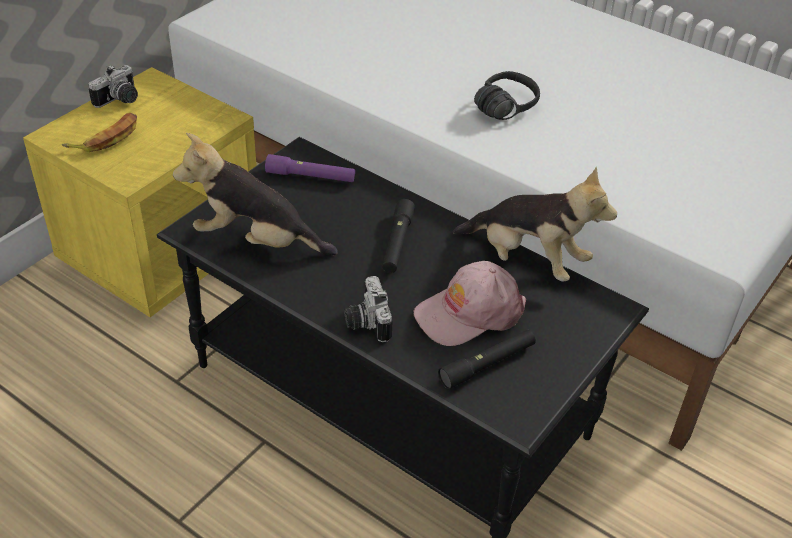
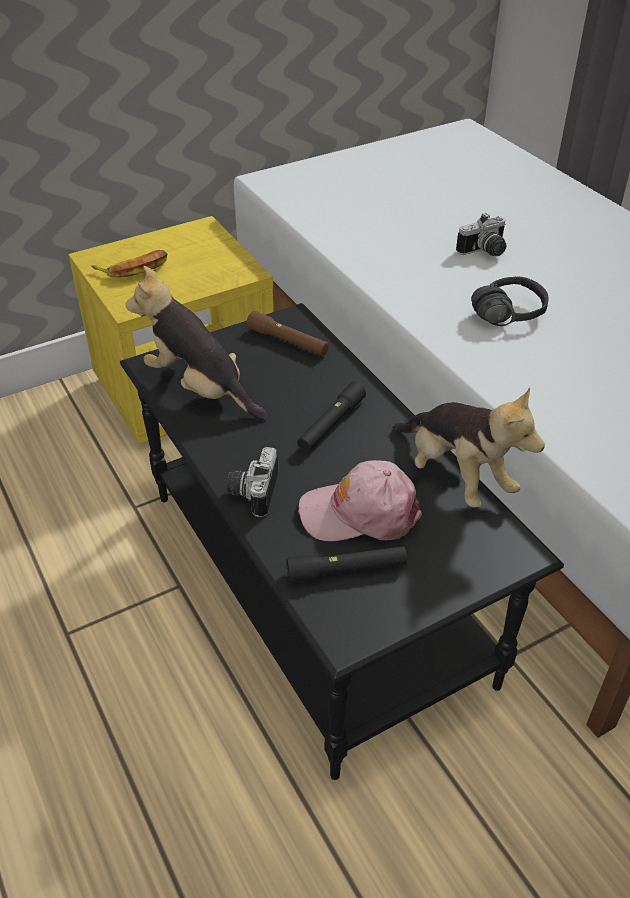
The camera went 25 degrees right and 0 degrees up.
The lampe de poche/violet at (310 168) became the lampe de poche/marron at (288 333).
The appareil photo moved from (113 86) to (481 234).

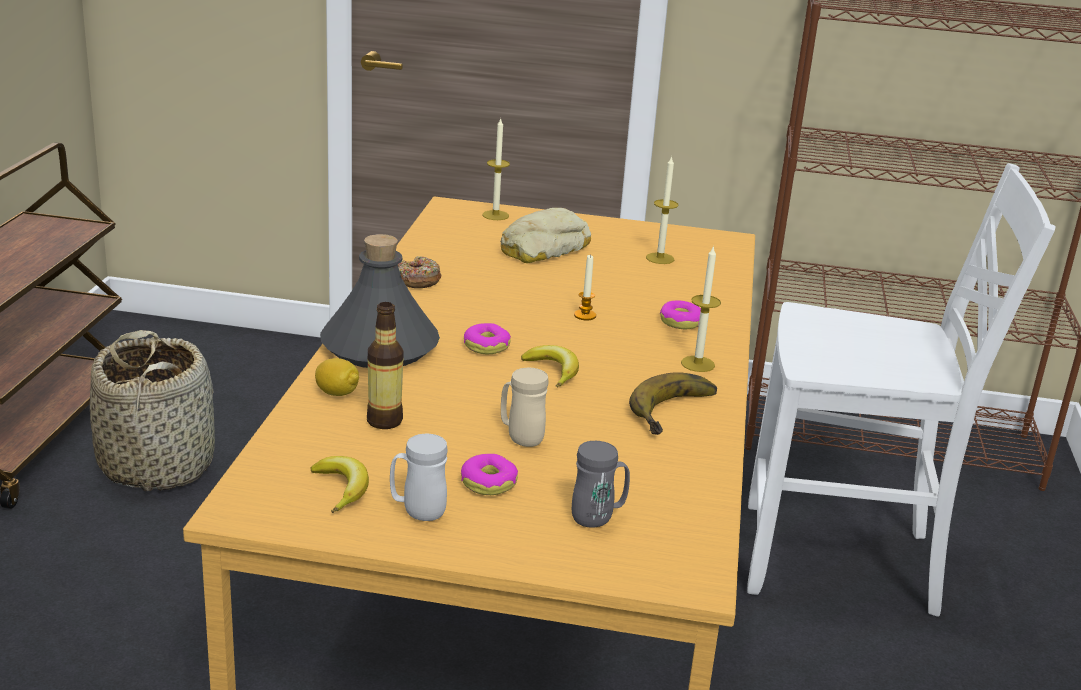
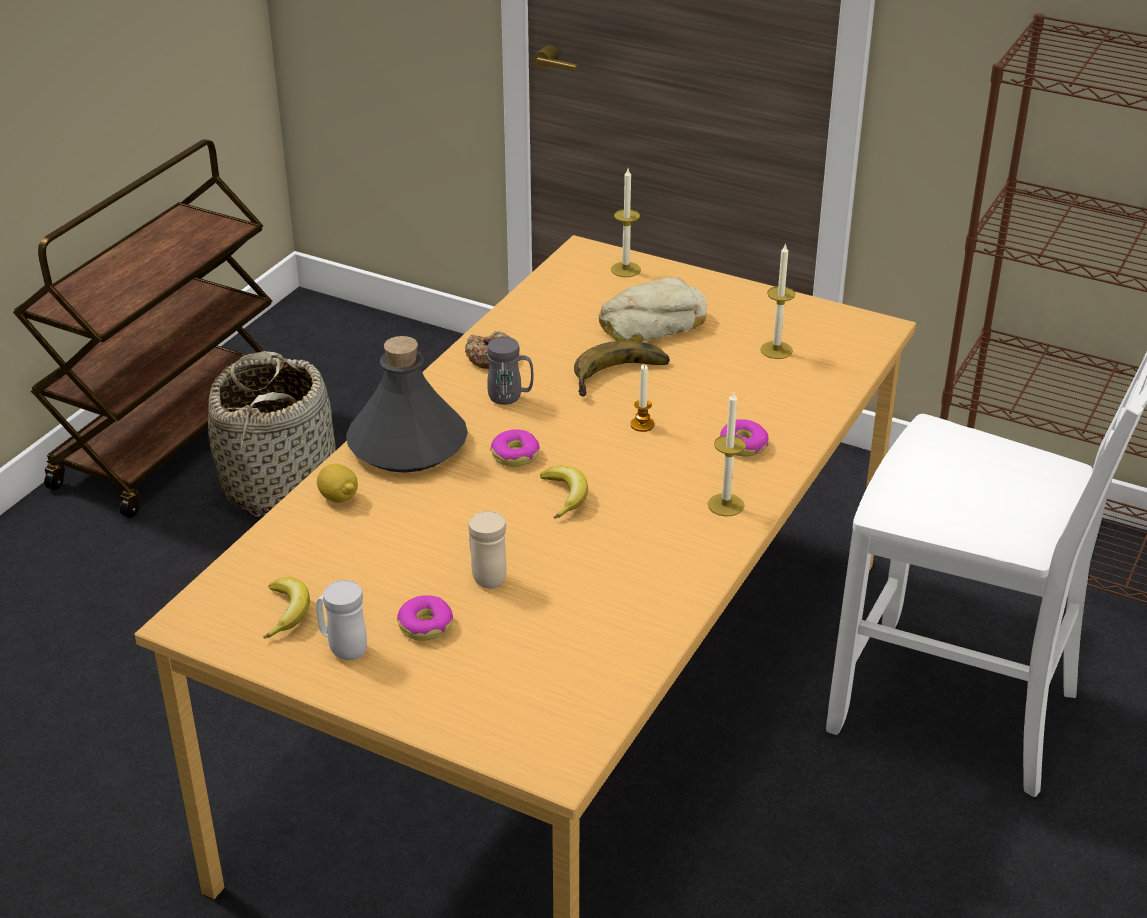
The camera went 20 degrees right and 10 degrees up.
The mug/gris moved from (601 484) to (510 371).
The banane moved from (673 403) to (622 368).
The bouteille at (385 365) disappeared.

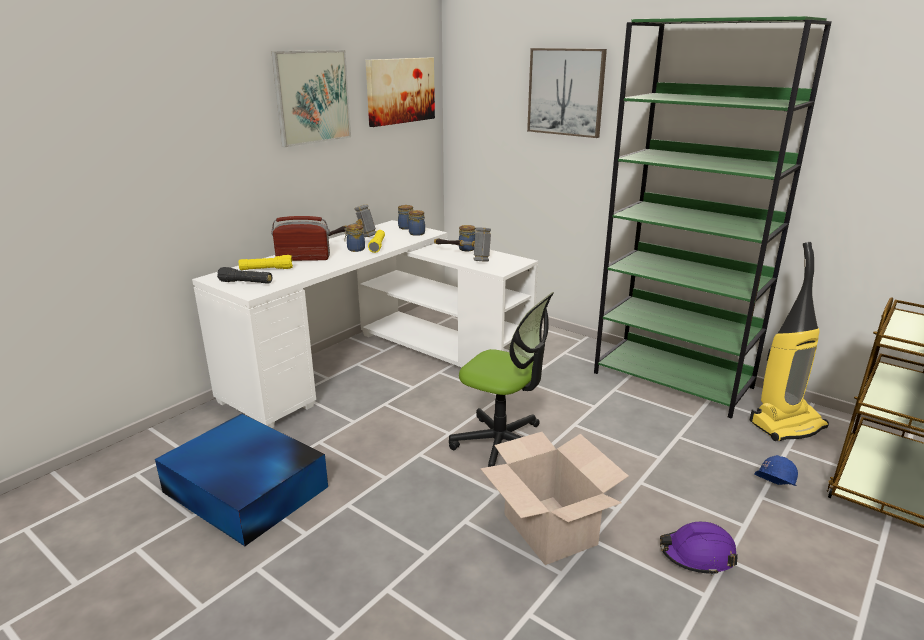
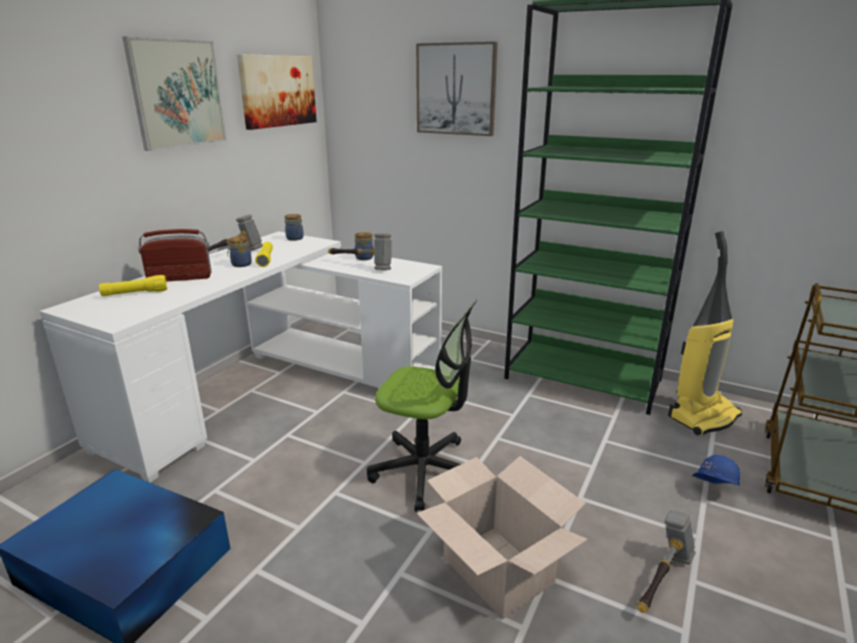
The camera went 10 degrees left and 0 degrees up.
The casque de chantier/violet at (699 549) was replaced by the marteau at (667 561).
The lampe de poche/noir at (244 275) disappeared.
The bocal at (417 223) disappeared.

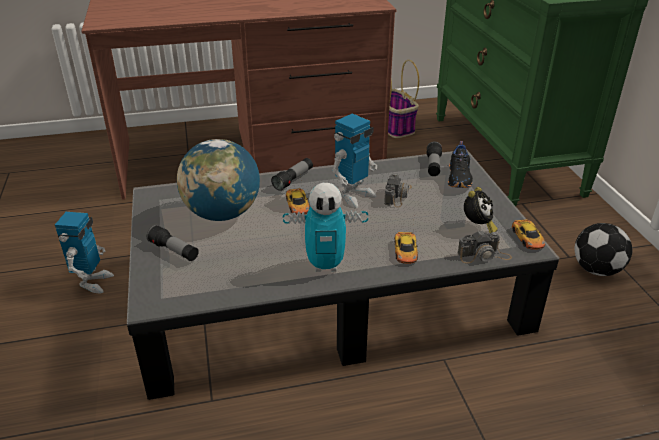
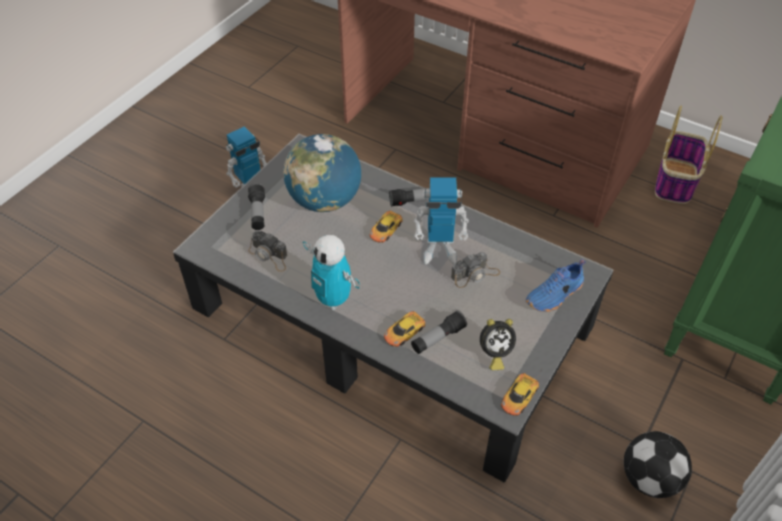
The camera went 45 degrees right and 15 degrees up.
The appareil photo moved from (484 246) to (268 251).
The lampe de poche moved from (434 159) to (439 332).
The chaussure/noir at (460 164) became the chaussure/bleu at (555 285).

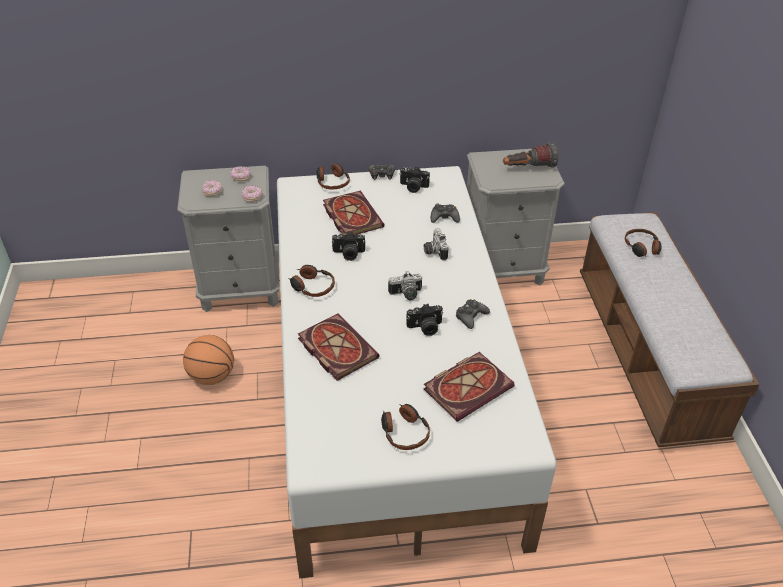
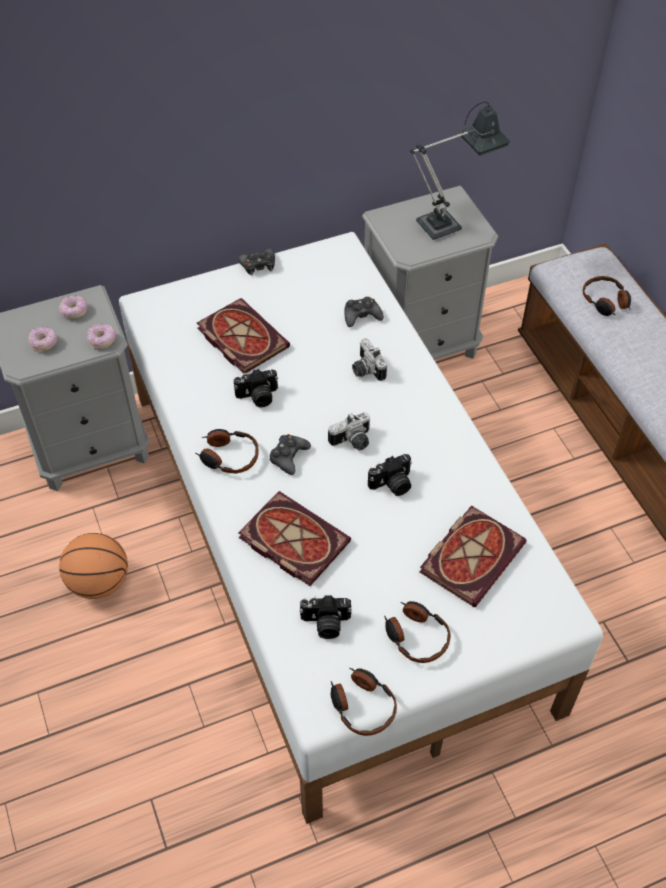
The camera went 15 degrees left and 10 degrees up.
The manette/noir moved from (473 314) to (290 454).
The appareil photo moved from (415 179) to (325 617).
The casque audio moved from (333 176) to (364 702).
The lampe de poche at (531 155) was replaced by the lampe de table at (460 171).

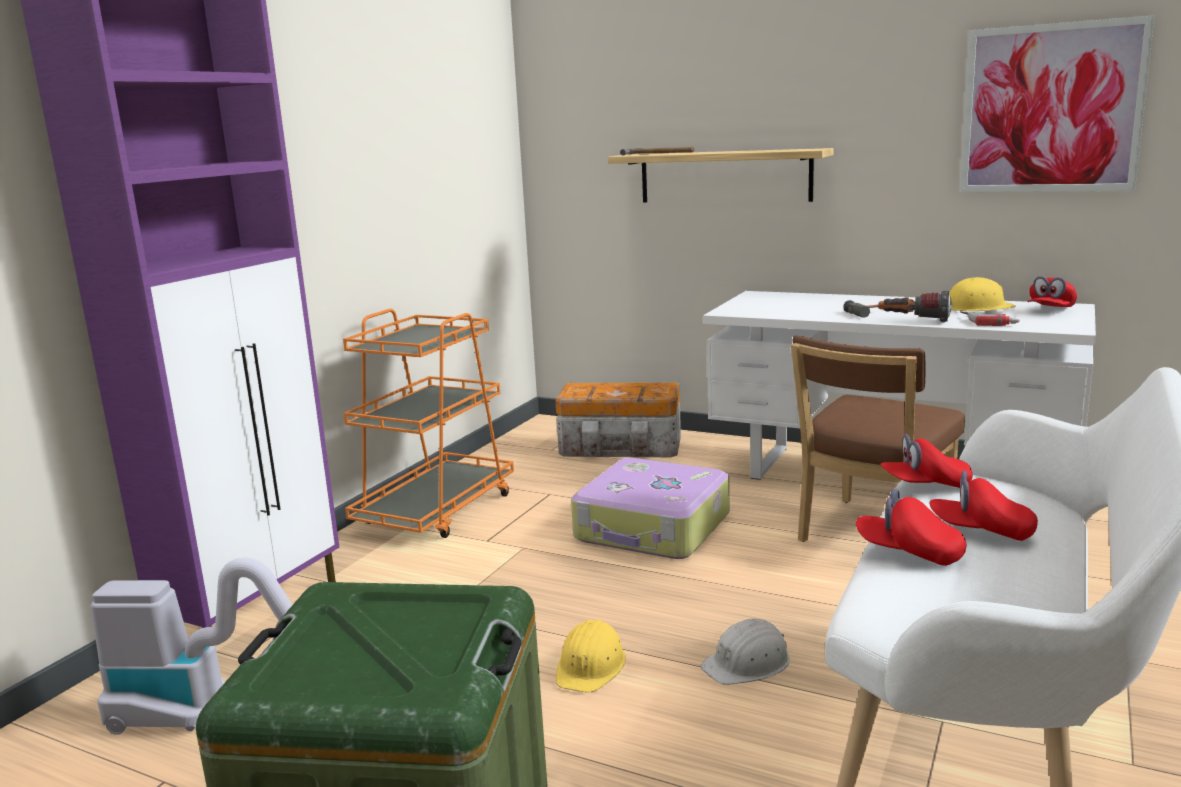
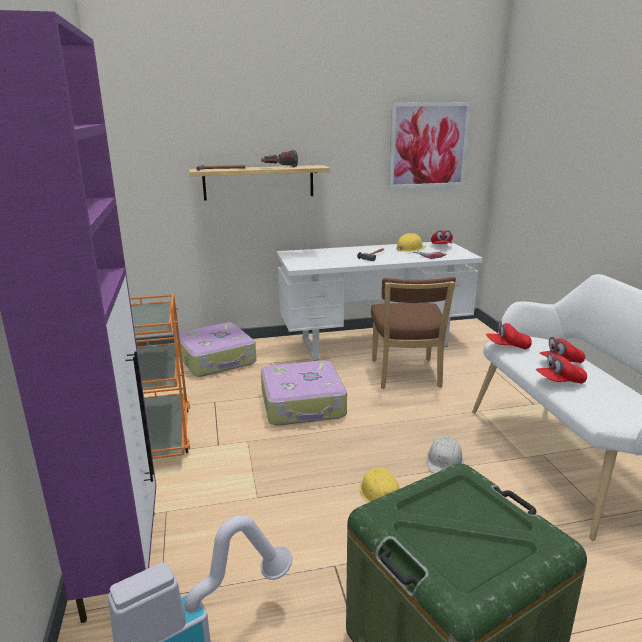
The camera went 40 degrees left and 5 degrees up.
The boîte de rangement at (618 419) was replaced by the valise at (216 349).
The lampe de poche moved from (915 306) to (279 158).
The casquette/rouge at (926 461) turned 45 degrees clockwise.

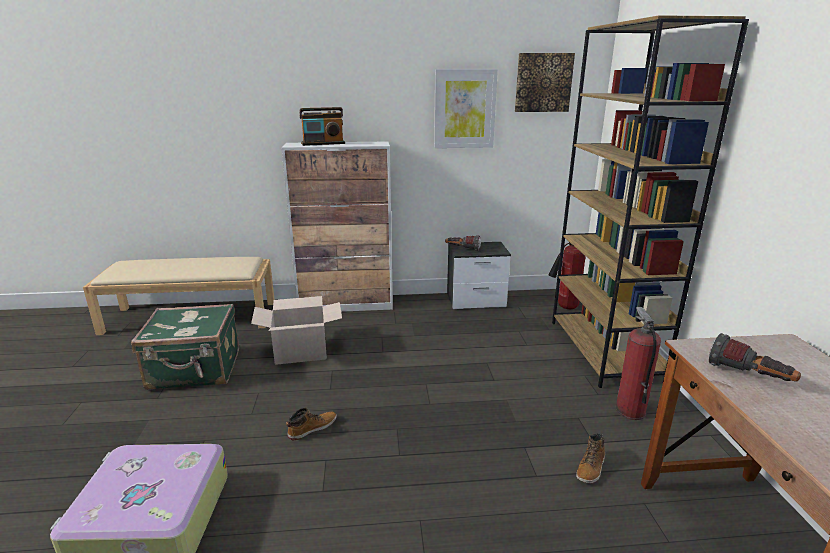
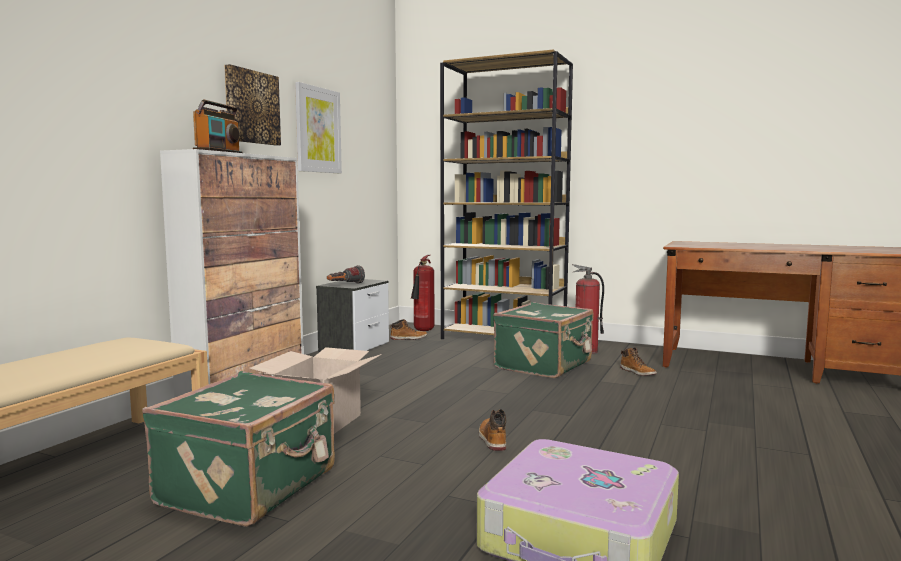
The camera went 60 degrees left and 15 degrees down.
The tableau moved from (545 82) to (252 105).
The botte at (409 329) appeared.
The valise/vert at (543 340) appeared.
The lampe de poche at (755 357) disappeared.

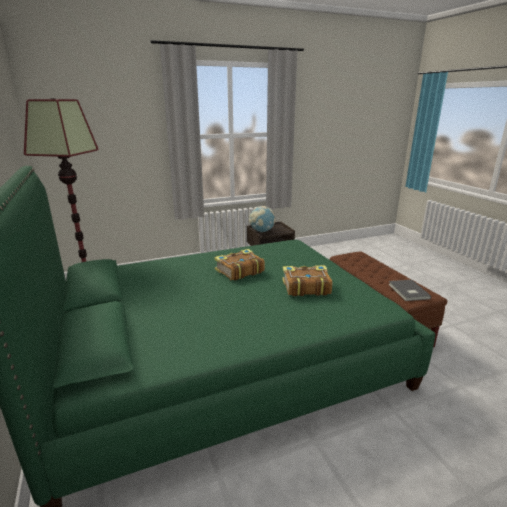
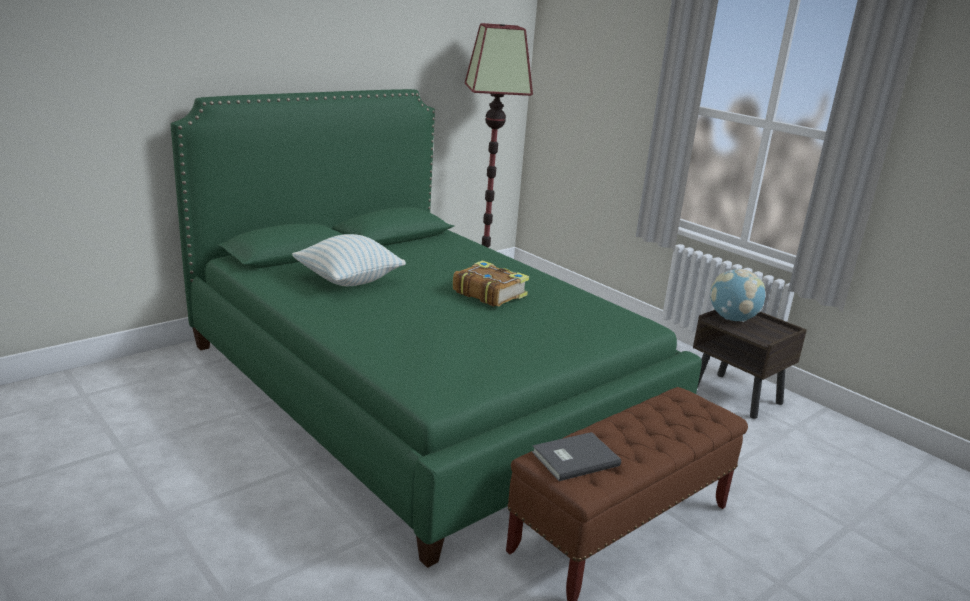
The camera went 70 degrees right and 0 degrees up.
The coussin at (349 260) appeared.
The livre at (307 280) disappeared.

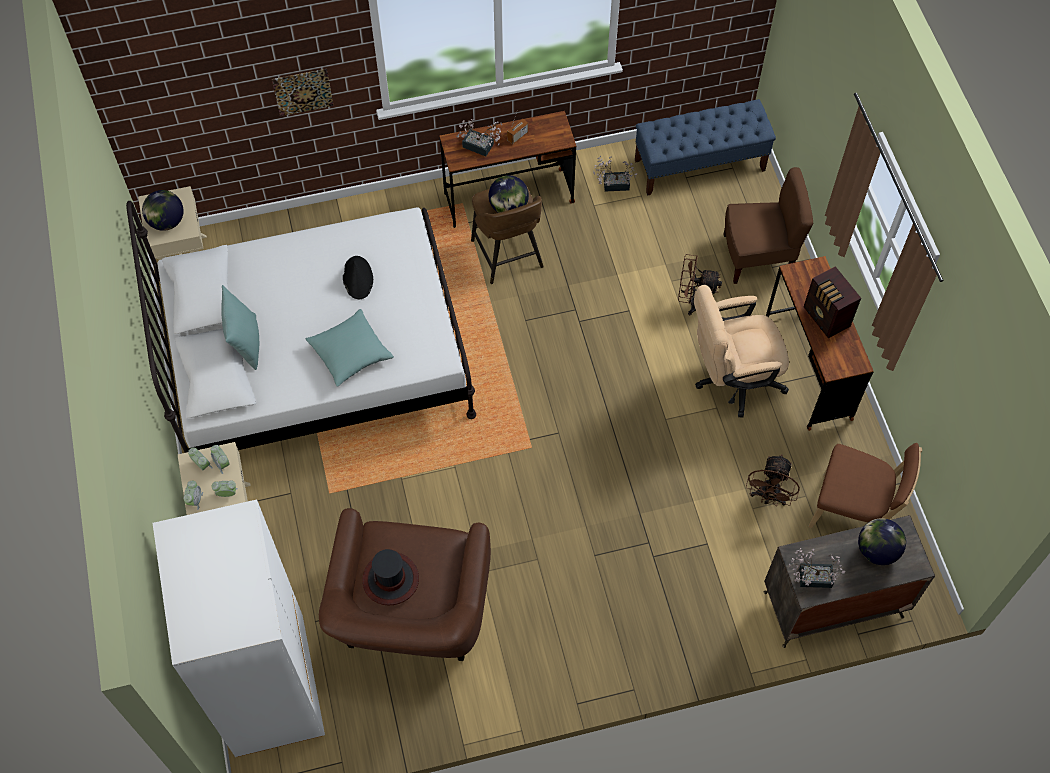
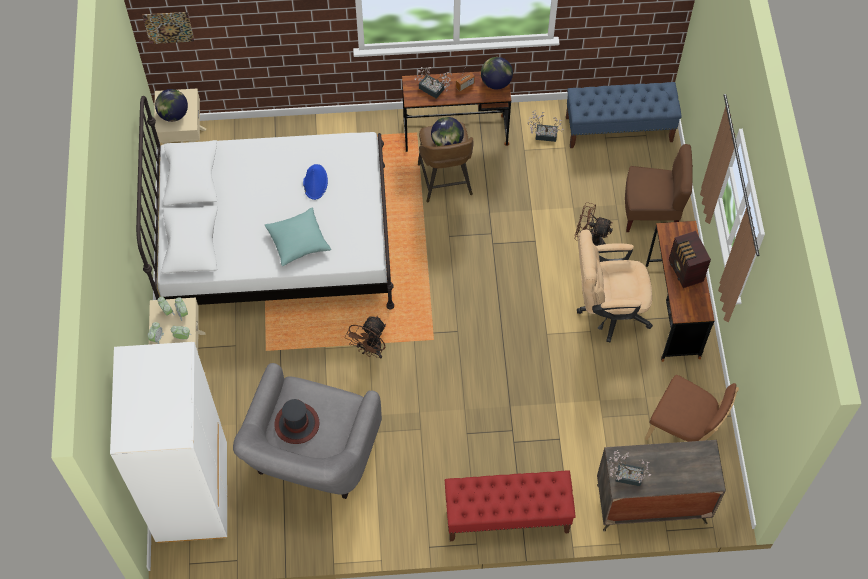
The camera went 10 degrees right and 0 degrees up.
The tableau moved from (302 92) to (168 28).
The fauteuil/marron at (405 584) became the fauteuil/gris at (307 431).
The chapeau/noir at (358 277) became the chapeau/bleu at (315 182).
The ventilateur/marron moved from (773 480) to (365 337).
The banc/rouge at (510 506) appeared.
The globe moved from (882 541) to (497 73).
The coussin/turquoise at (240 327) disappeared.

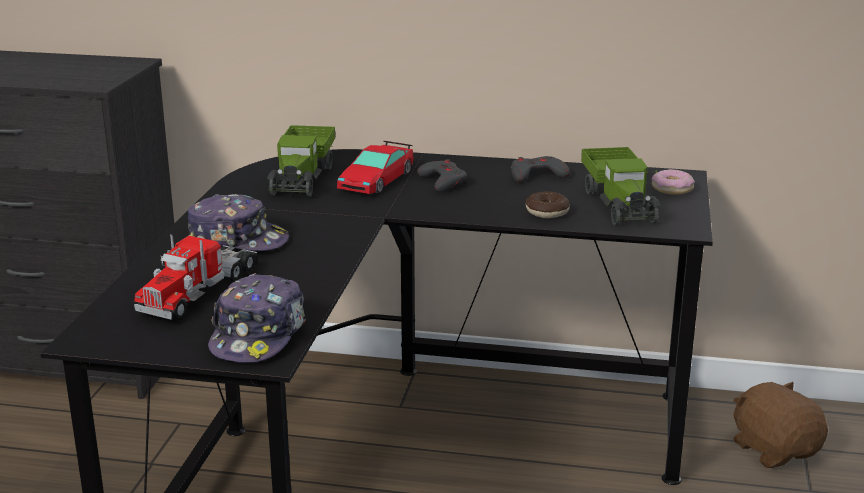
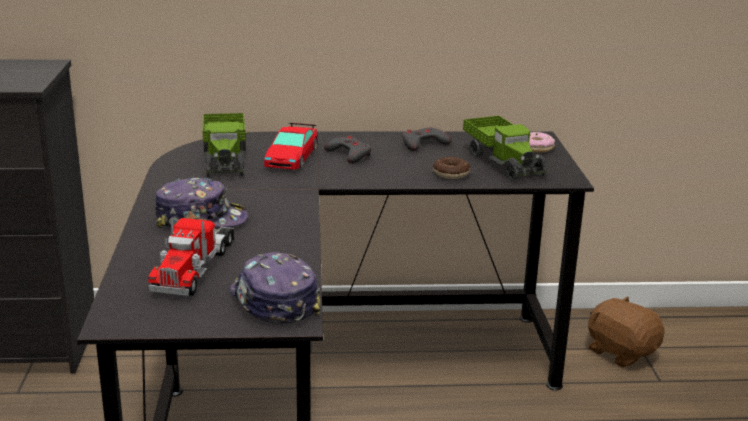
The camera went 15 degrees left and 0 degrees up.
The casquette at (257 318) turned 150 degrees clockwise.

